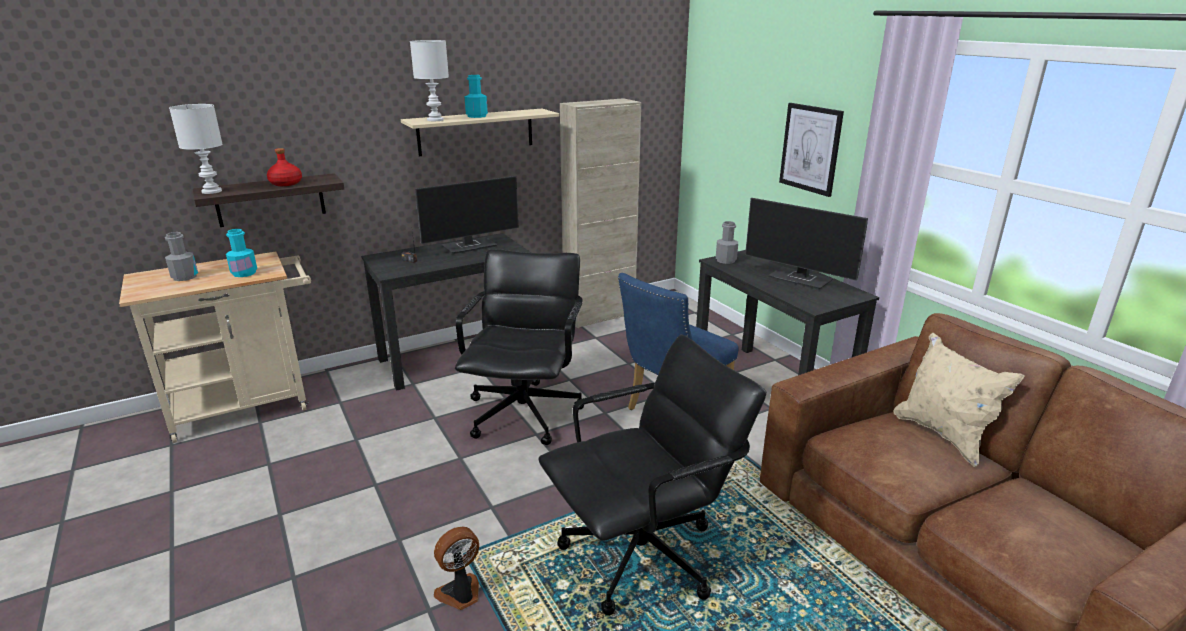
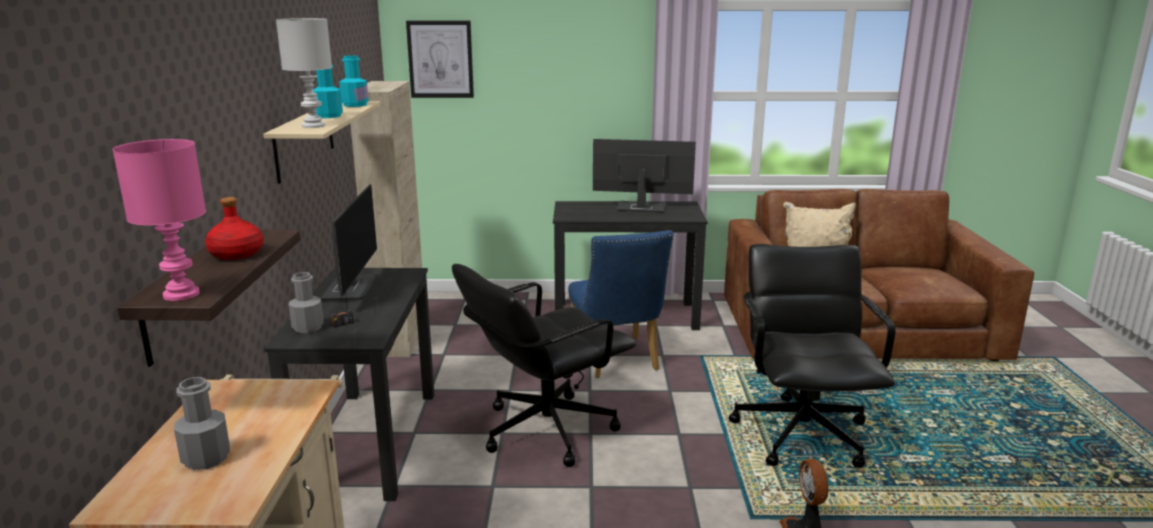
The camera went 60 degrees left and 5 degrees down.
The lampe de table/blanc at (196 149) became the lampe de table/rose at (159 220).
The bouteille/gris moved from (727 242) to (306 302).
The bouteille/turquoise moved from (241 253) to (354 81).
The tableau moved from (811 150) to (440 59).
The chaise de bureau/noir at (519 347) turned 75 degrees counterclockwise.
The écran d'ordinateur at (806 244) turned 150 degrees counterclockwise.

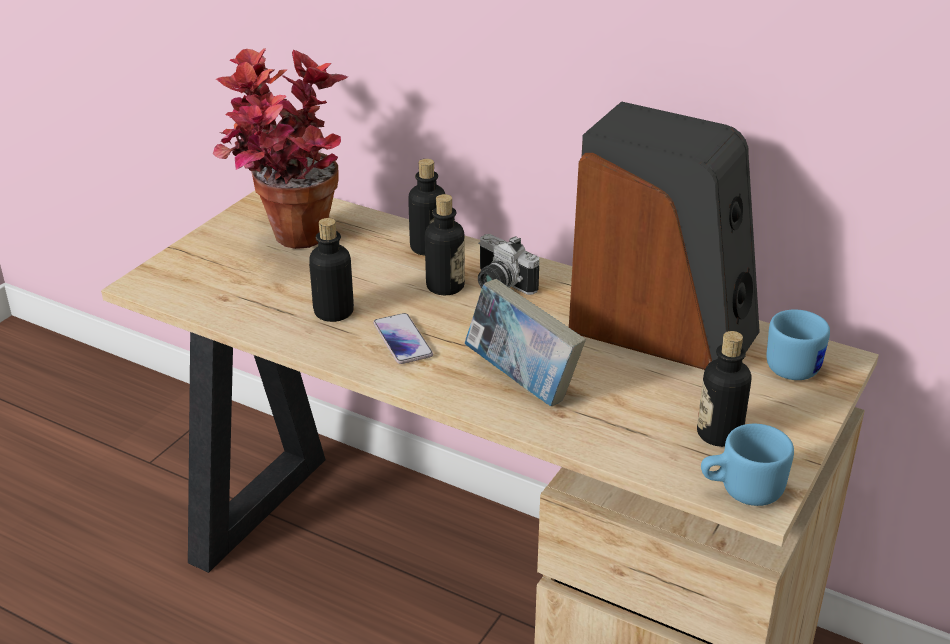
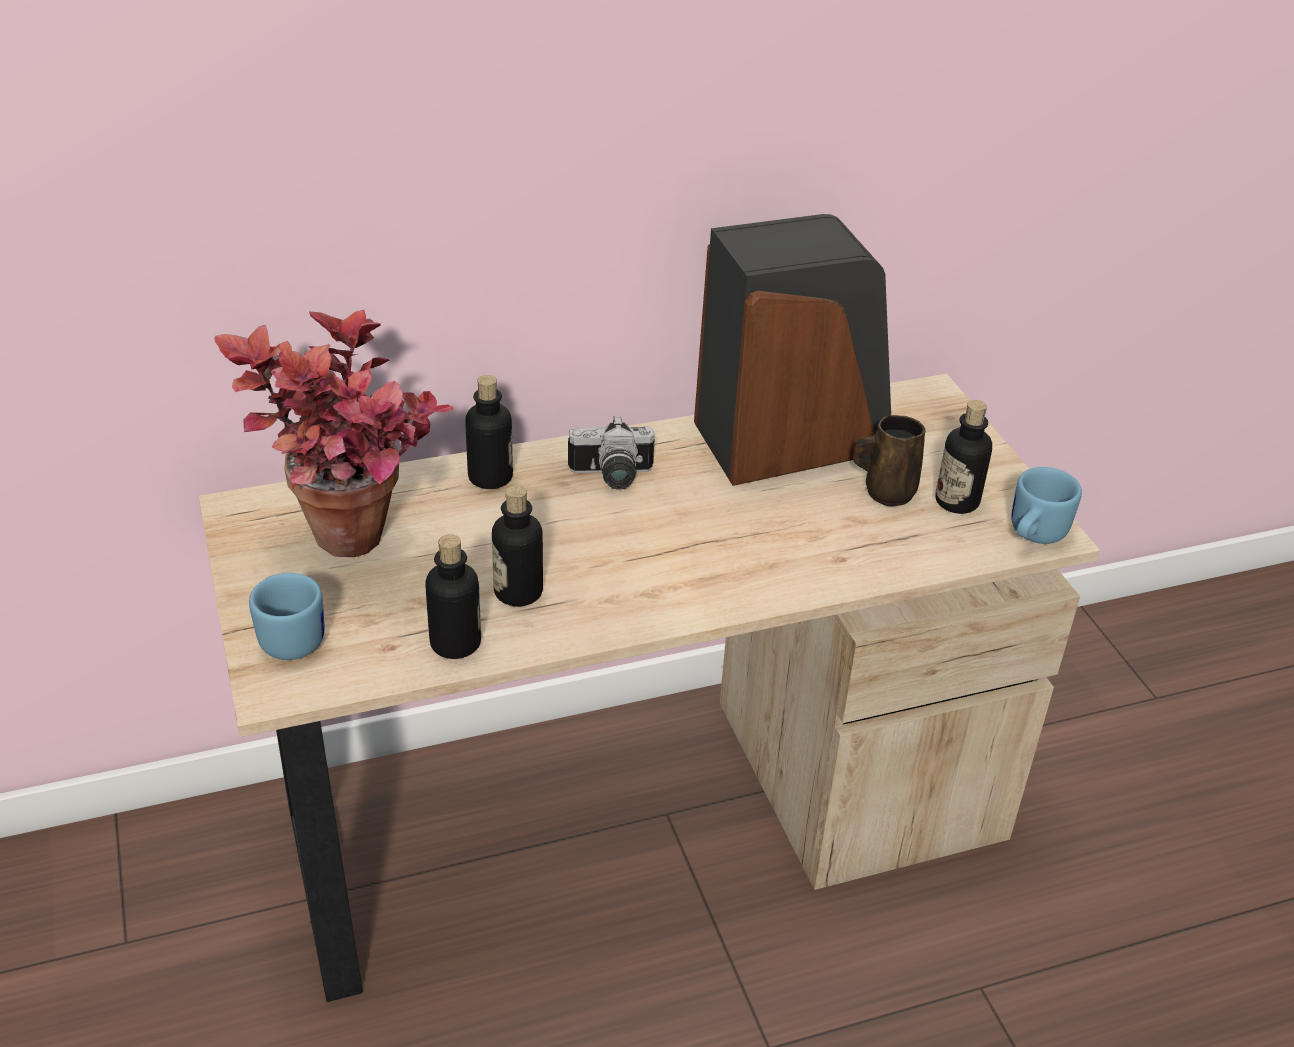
The camera went 50 degrees left and 5 degrees up.
The mug/bleu moved from (798 344) to (286 616).
The bouteille moved from (445 244) to (453 596).
The mug/marron at (889 460) appeared.
The téléphone at (403 338) disappeared.
The livre at (525 342) disappeared.

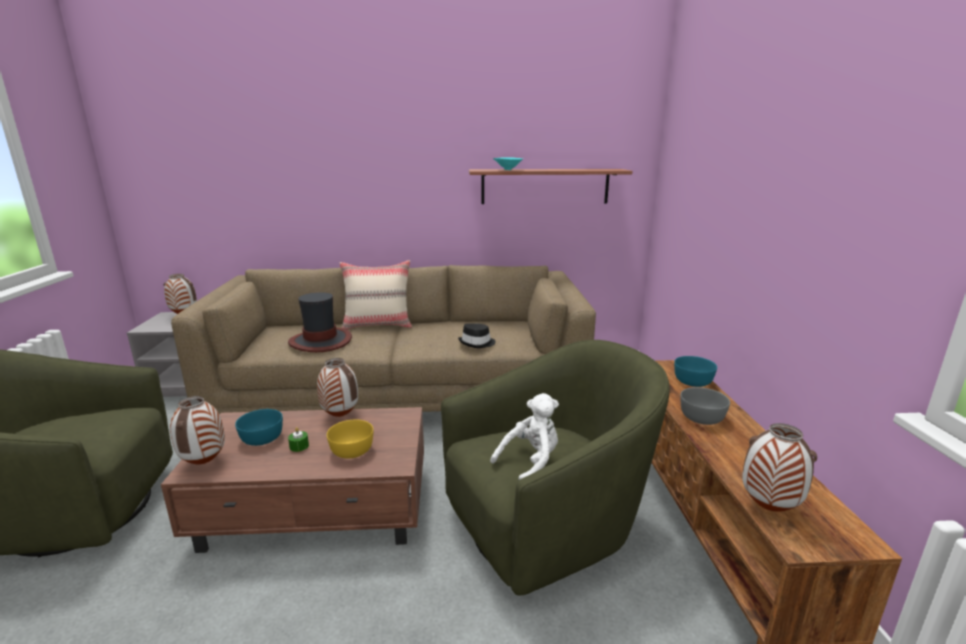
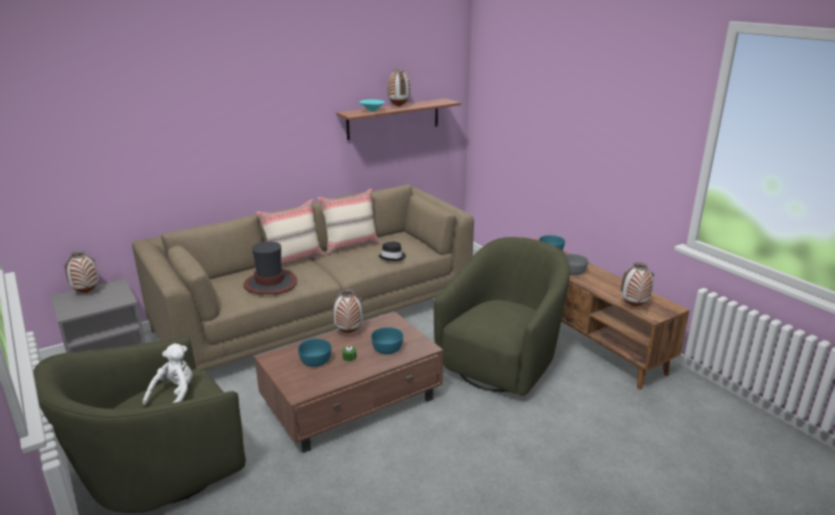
The camera went 30 degrees left and 5 degrees up.
The peluche/blanc moved from (524 436) to (168 374).
The coussin/beige at (349 221) appeared.
The bol/jaune at (350 439) became the bol/turquoise at (387 340).
The vase moved from (197 430) to (398 88).

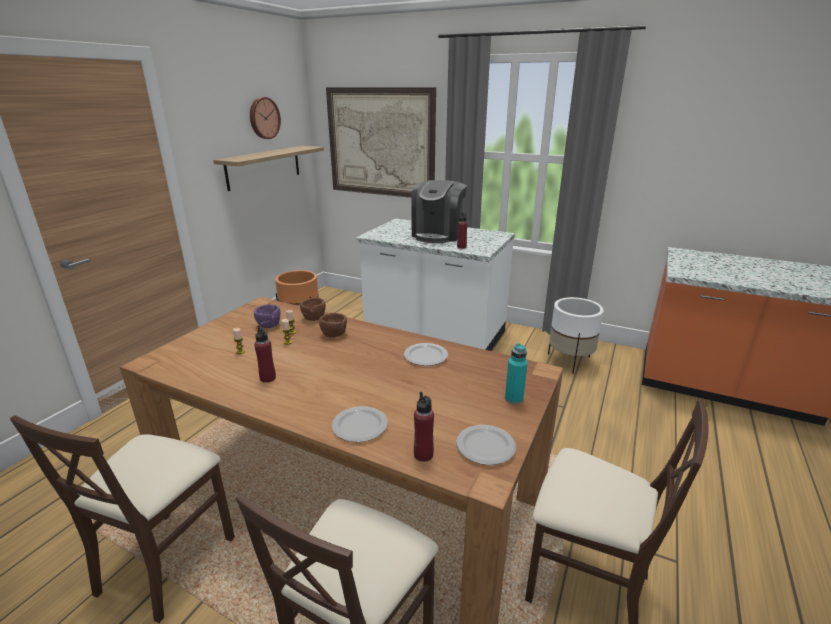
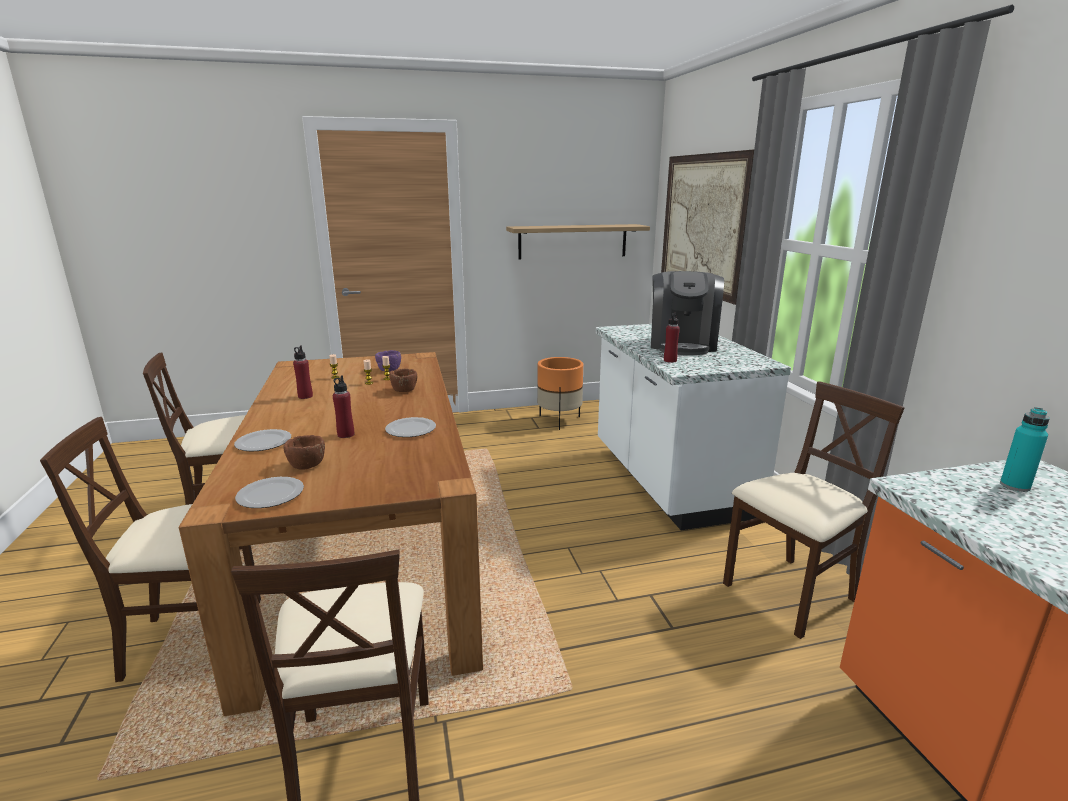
The camera went 50 degrees right and 5 degrees down.
The bol/marron moved from (313 309) to (304 452).
The bouteille/rouge moved from (424 427) to (343 406).
The machine à café at (439 211) turned 60 degrees counterclockwise.
The cache-pot/blanc at (576 335) was replaced by the chaise/beige at (814 510).
The bouteille/turquoise moved from (516 373) to (1025 449).
The horloge murale at (265 118) disappeared.

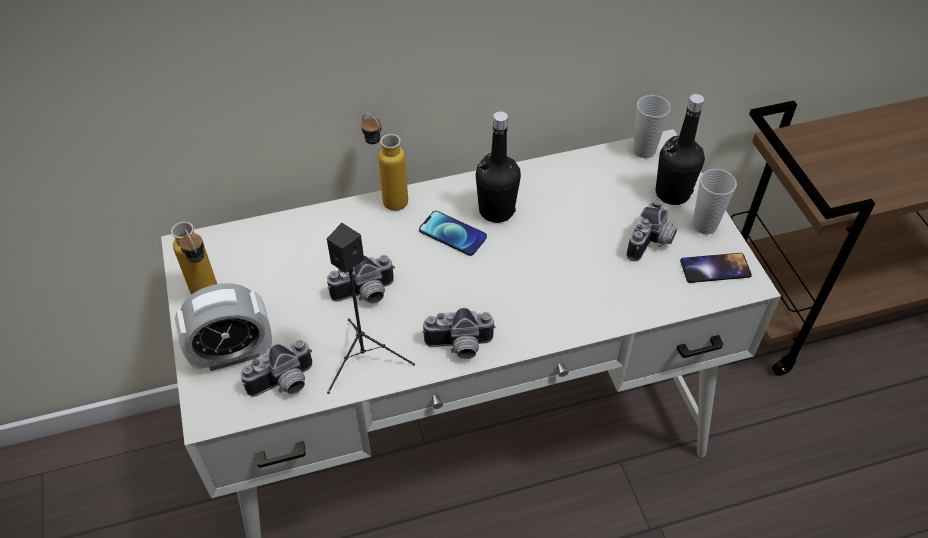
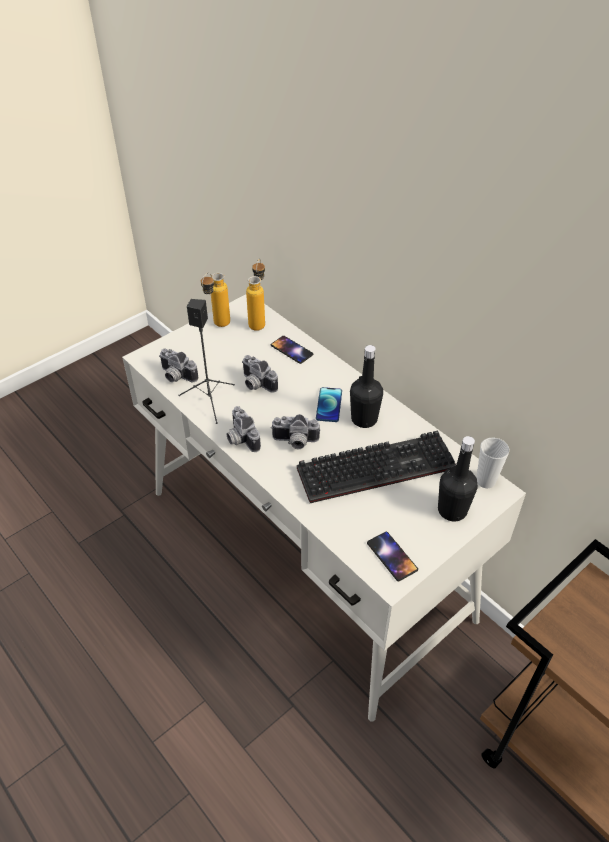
The camera went 65 degrees right and 5 degrees down.
The bouteille moved from (384 162) to (255 295).
The téléphone at (292 350) appeared.
The appareil photo moved from (652 230) to (296 431).
The clavier at (376 467) appeared.
The réveil at (223 327) disappeared.
The tasse at (715 201) disappeared.

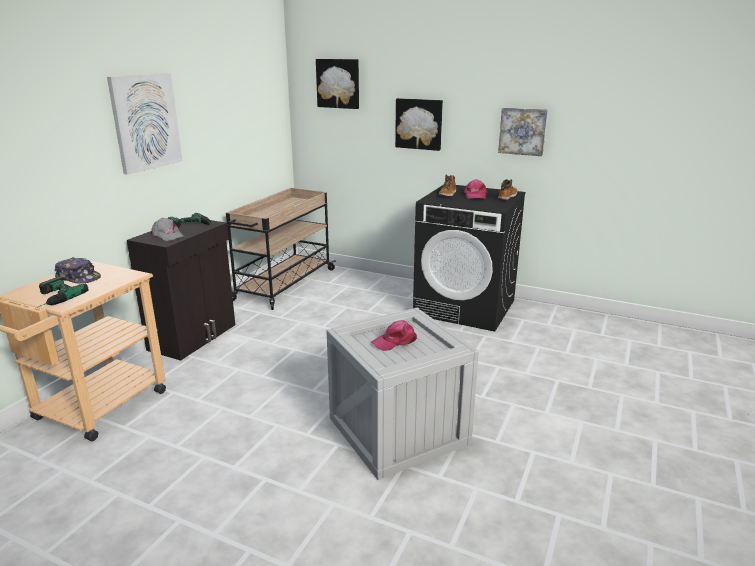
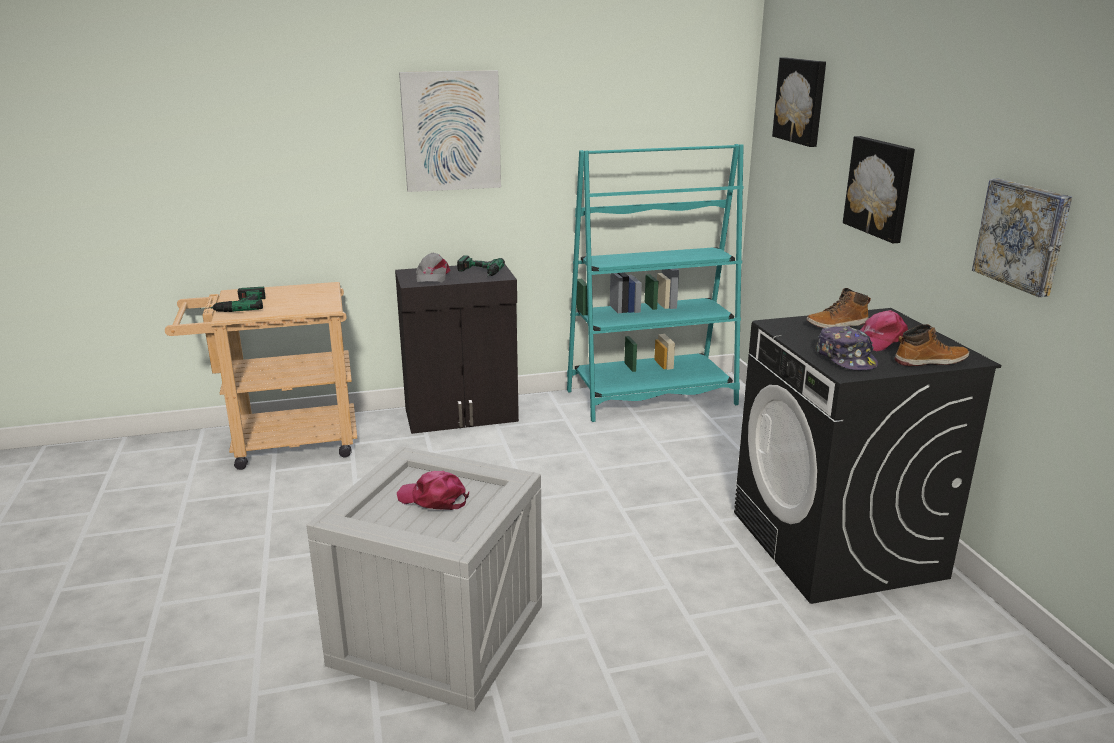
The camera went 50 degrees right and 0 degrees up.
The chariot/beige at (281 249) was replaced by the bibliothèque/turquoise at (655 283).
The casquette moved from (78 270) to (846 348).

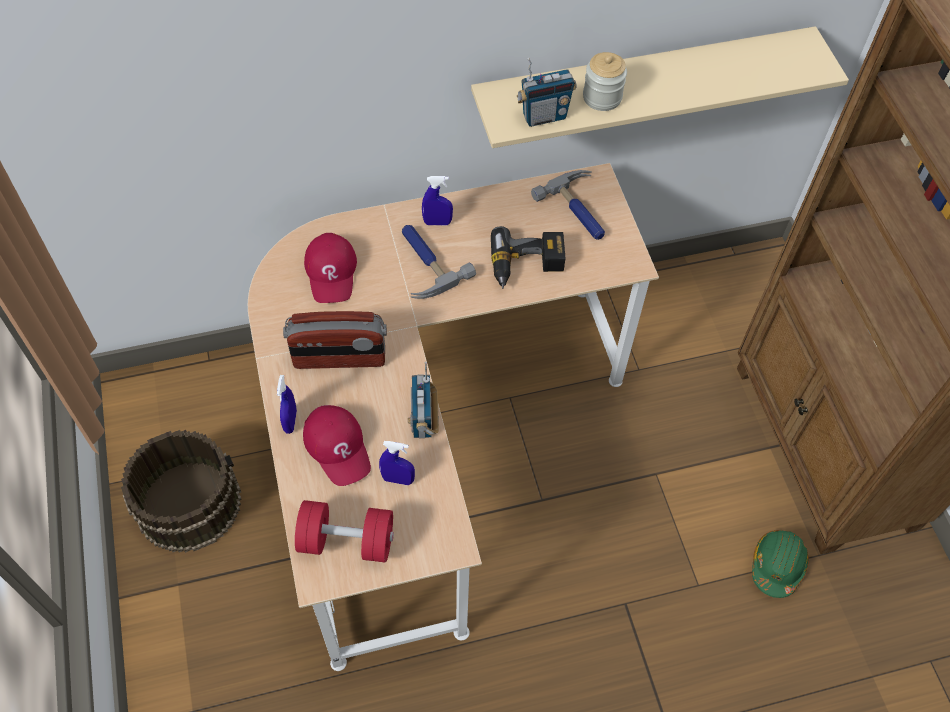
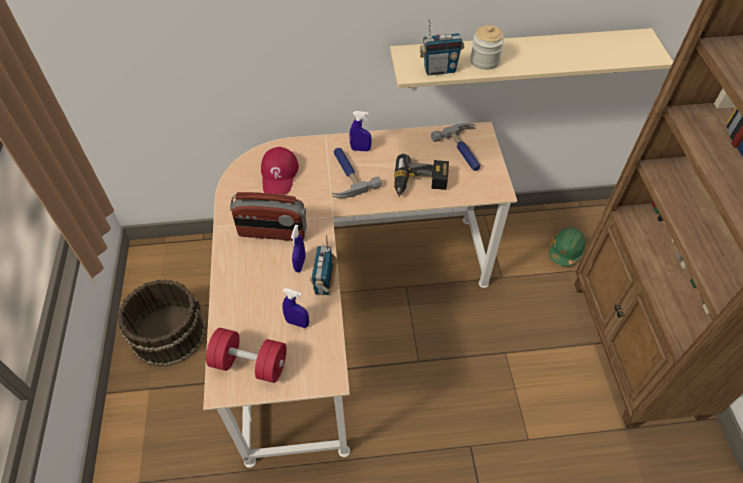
The camera went 10 degrees right and 5 degrees down.
The vaporisateur/bleu moved from (287 404) to (298 248).
The casque de chantier/vert moved from (780 564) to (567 247).
The casquette/rouge at (337 445) disappeared.

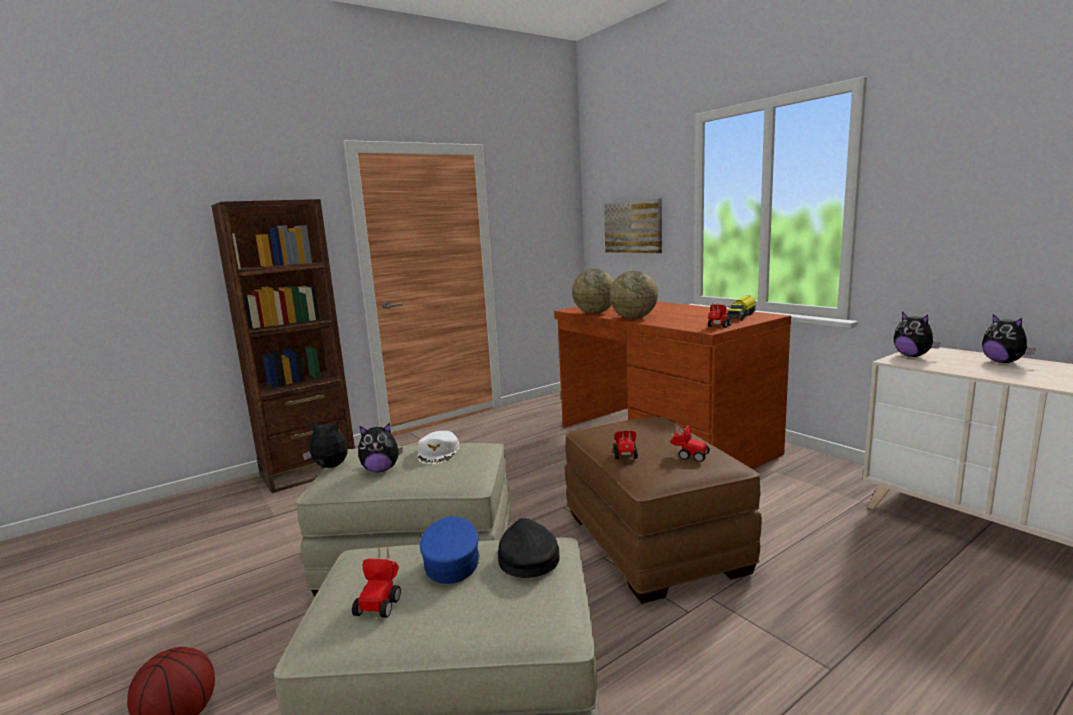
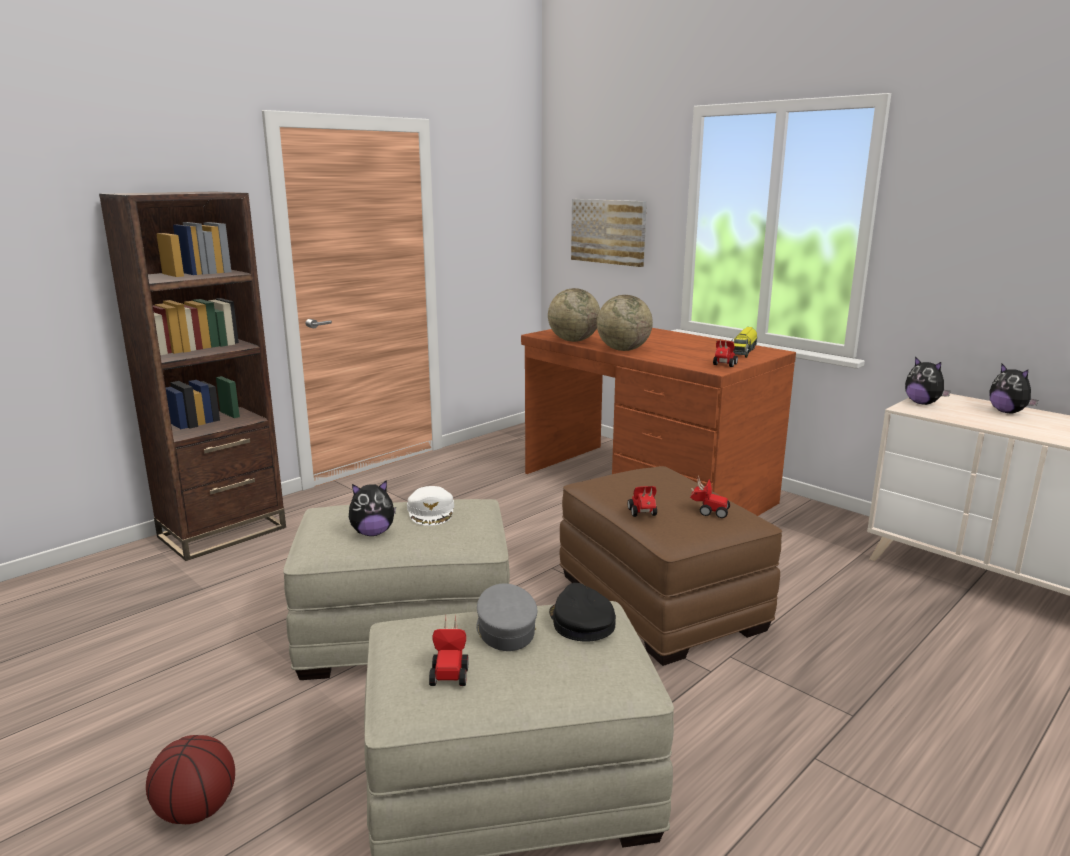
The camera went 10 degrees left and 5 degrees up.
The casquette/bleu at (450 550) became the casquette/gris at (506 617).
The peluche at (325 444) disappeared.

